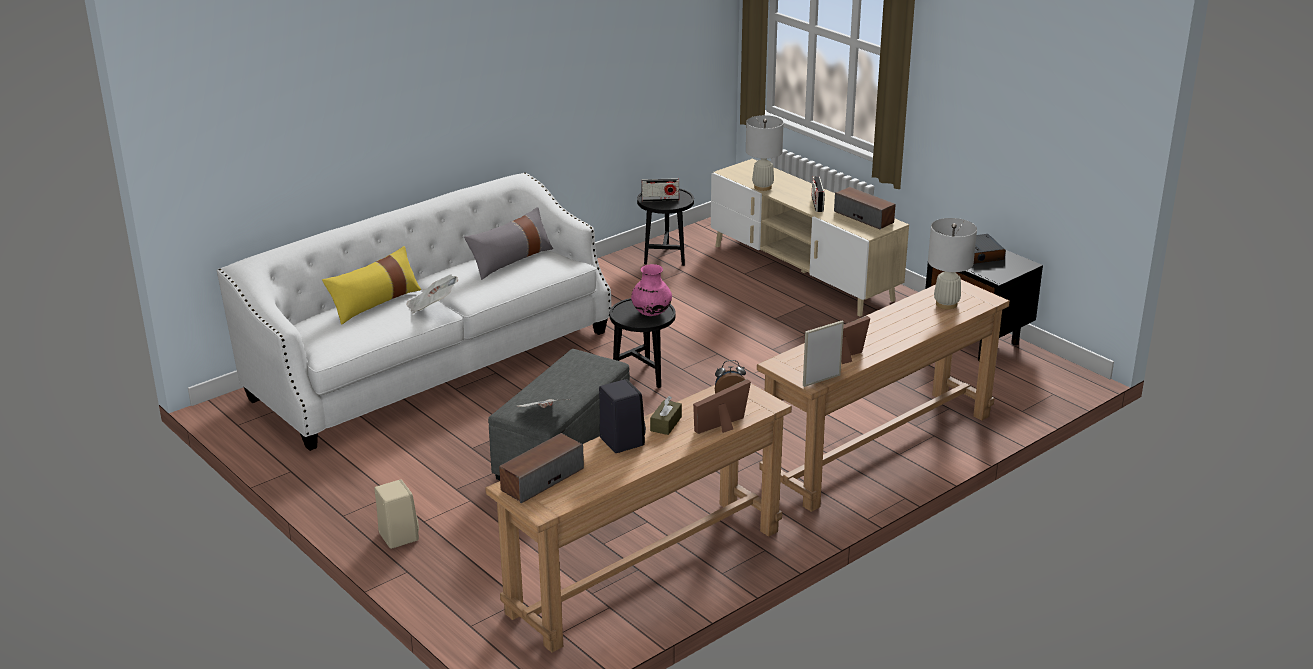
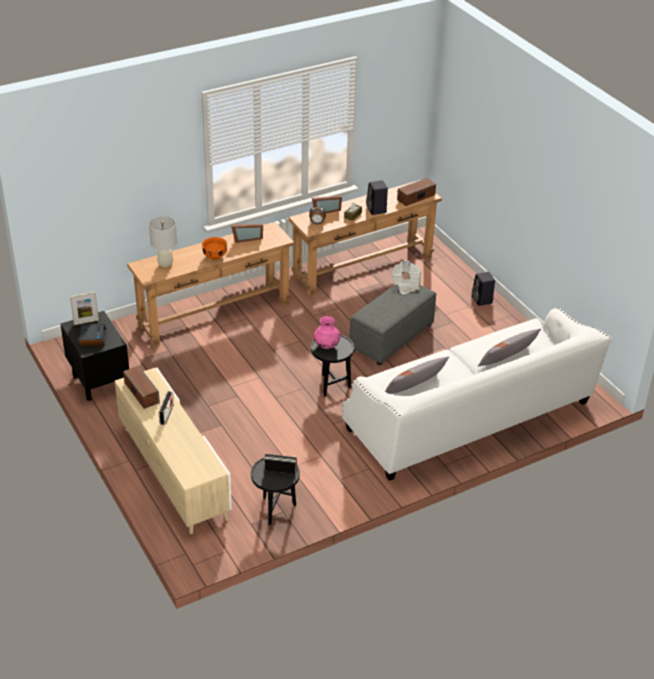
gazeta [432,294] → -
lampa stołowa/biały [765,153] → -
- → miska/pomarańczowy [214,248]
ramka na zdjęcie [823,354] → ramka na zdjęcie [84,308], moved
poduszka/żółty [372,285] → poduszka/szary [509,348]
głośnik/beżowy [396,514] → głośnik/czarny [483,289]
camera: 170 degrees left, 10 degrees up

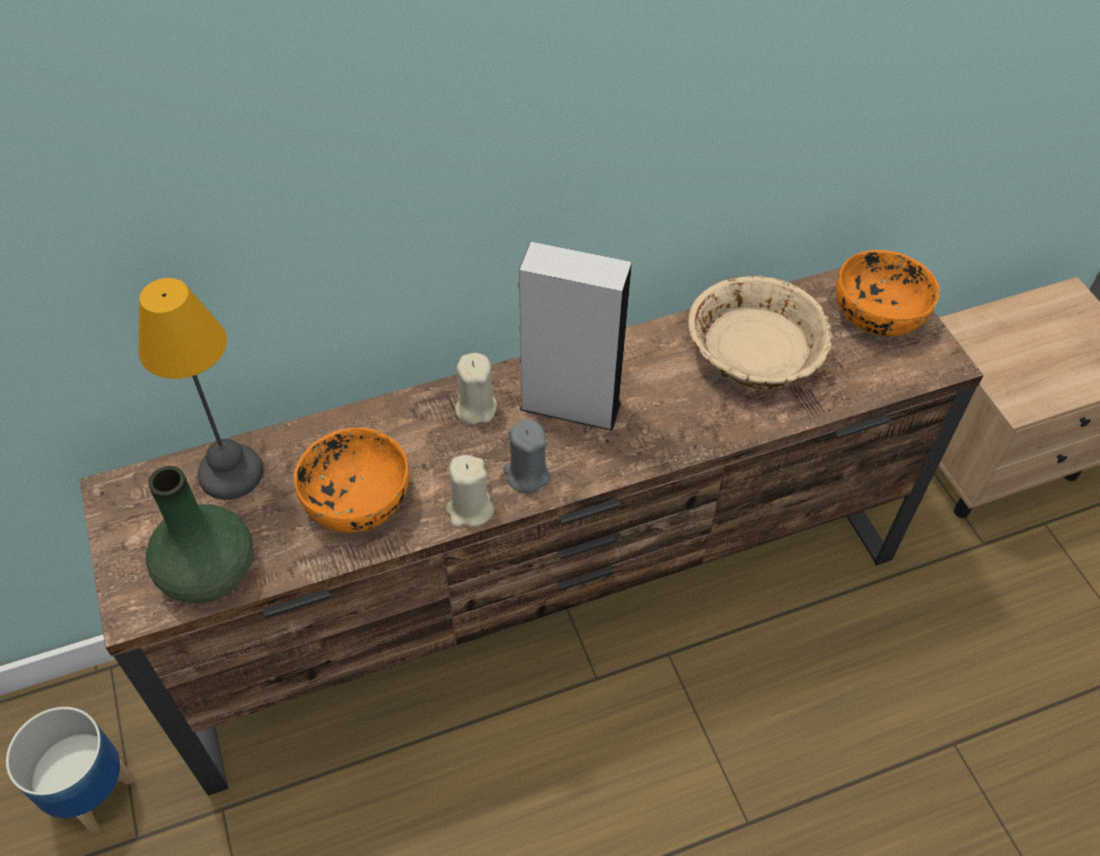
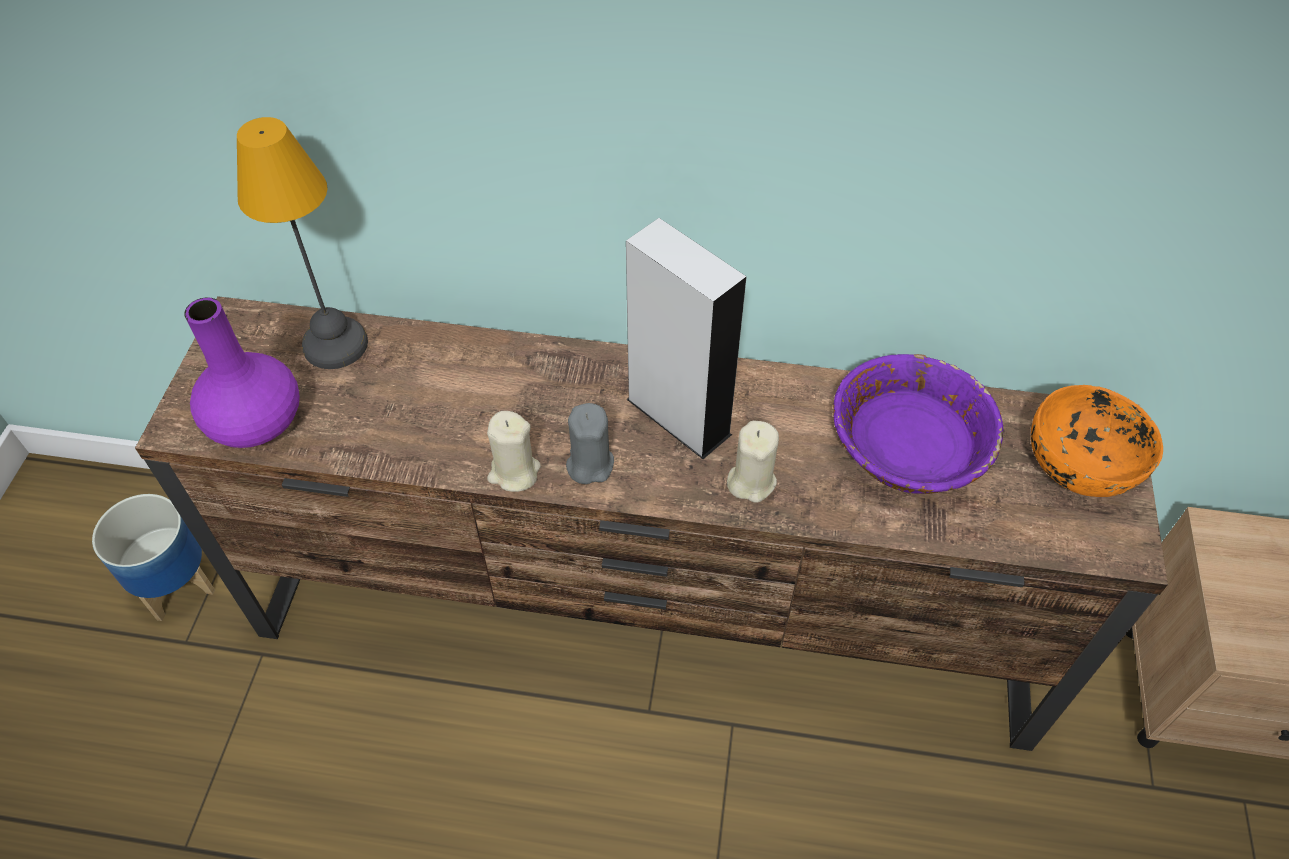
miska/pomarańczowy [352,480] → -
świeca/beżowy [476,389] → świeca/beżowy [753,461], moved
wazon/zielony [199,534] → wazon/fioletowy [242,372]
miska/beżowy [760,332] → miska/fioletowy [918,424]
camera: 30 degrees right, 0 degrees up

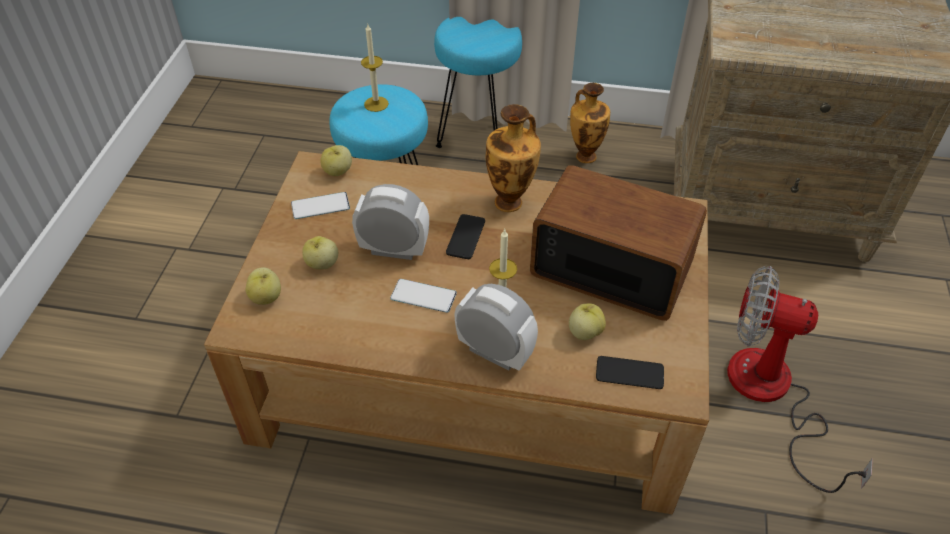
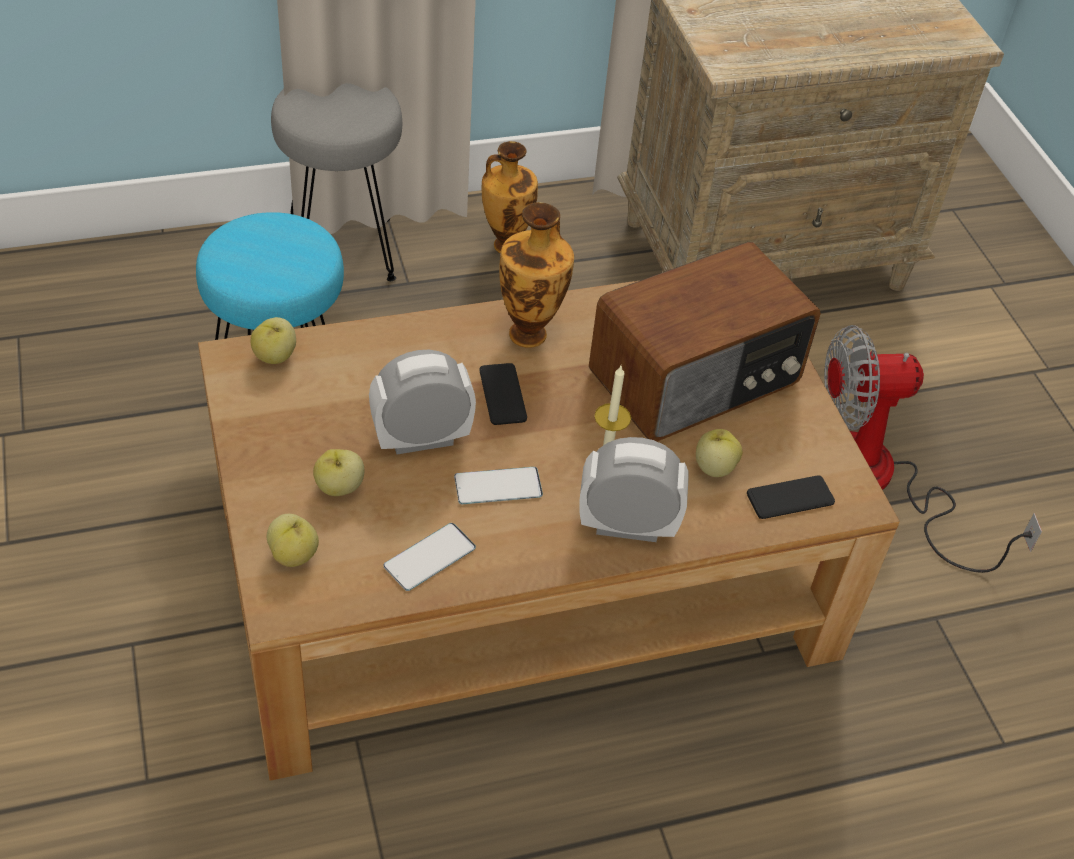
świeca [375,68] → -
telefon [320,205] → telefon [429,557], moved
stołek/turkusowy [478,82] → stołek/szary [336,182]
radio [618,243] → radio [705,342], 150 degrees clockwise
camera: 30 degrees left, 0 degrees up

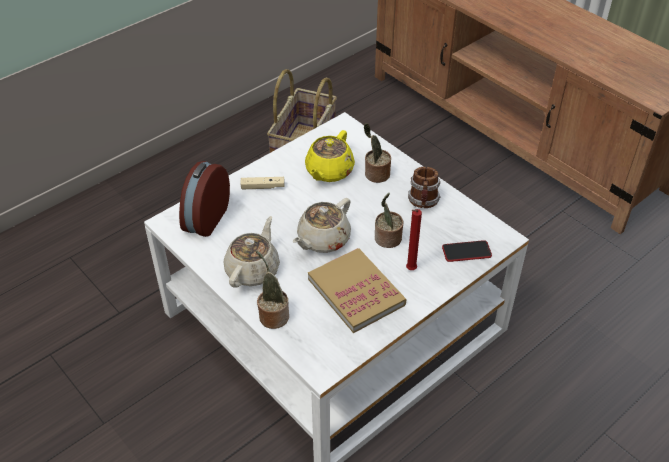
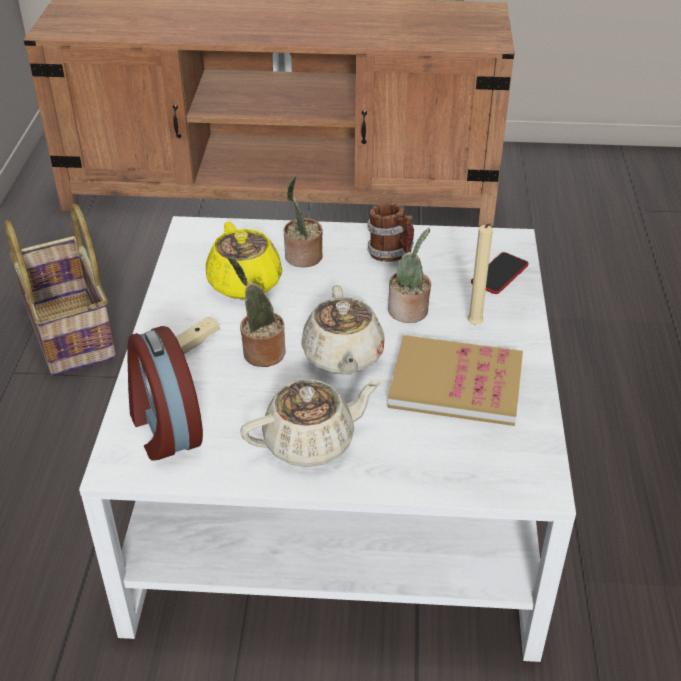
roślina doniczkowa [272,289] → roślina doniczkowa [257,312], moved
świeca/czerwony [414,239] → świeca/beżowy [480,274]
imbryk/beżowy [252,252] → imbryk/beżowy [310,423], 90 degrees clockwise
camera: 45 degrees left, 5 degrees down

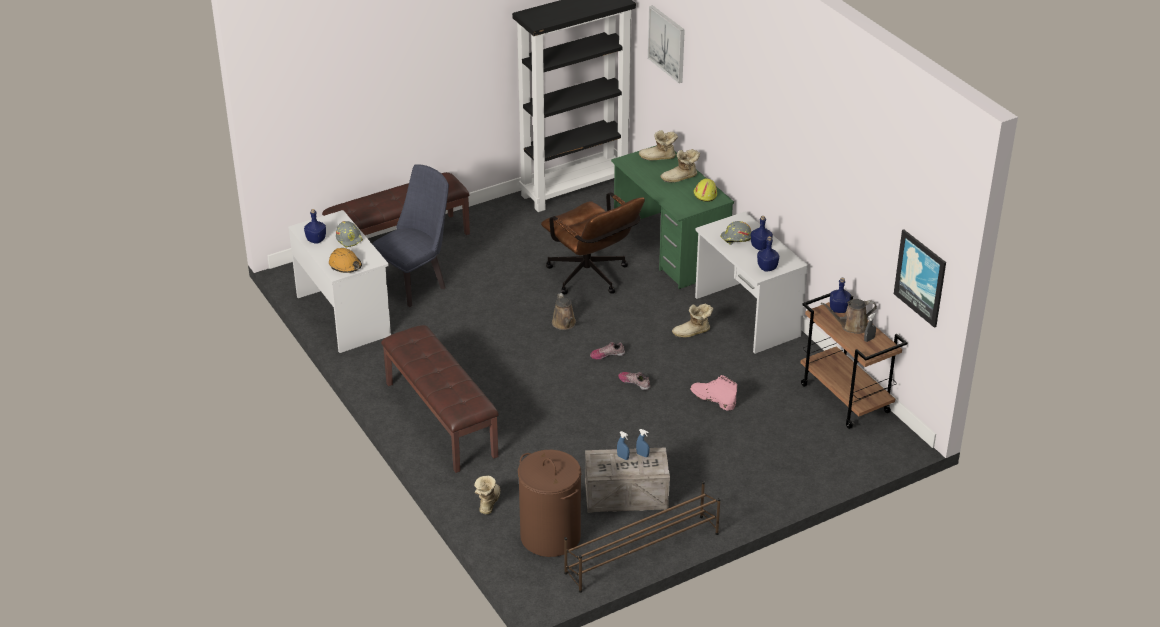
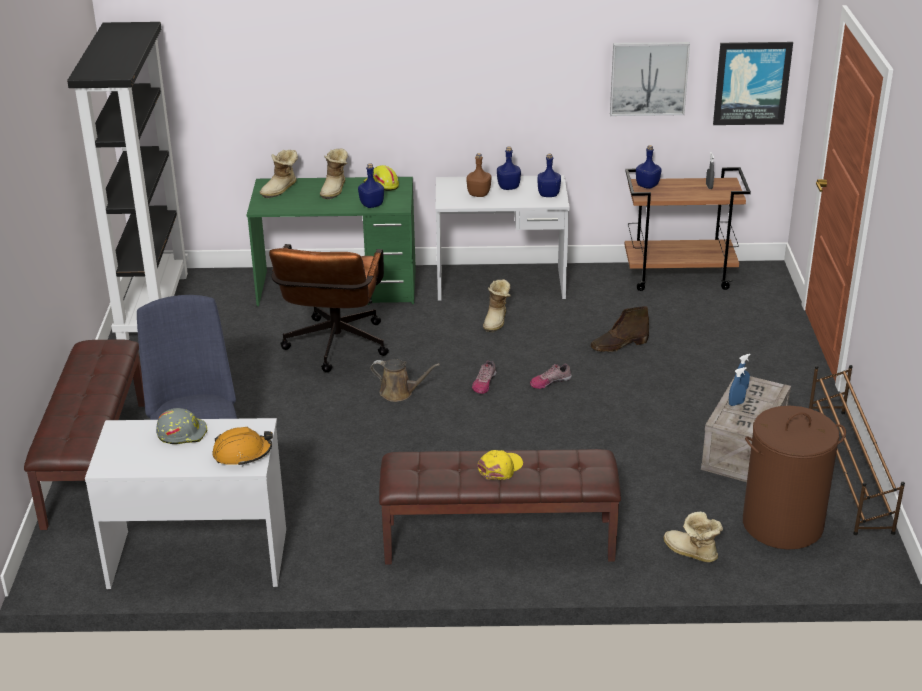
konewka/brązowy [849,316] → -
- → czapka z daszkiem/żółty [500,465]
butelka/niebieski [315,226] → butelka/niebieski [371,186], moved
obraz [666,44] → obraz [650,79], moved
kask/szary [736,233] → butelka/brązowy [478,175]
but z cholewką/różowy [713,392] → but z cholewką/brązowy [620,329]
krzesło biurowe/brązowy [593,243] → krzesło biurowe/brązowy [329,308], 105 degrees clockwise
camera: 60 degrees left, 5 degrees down

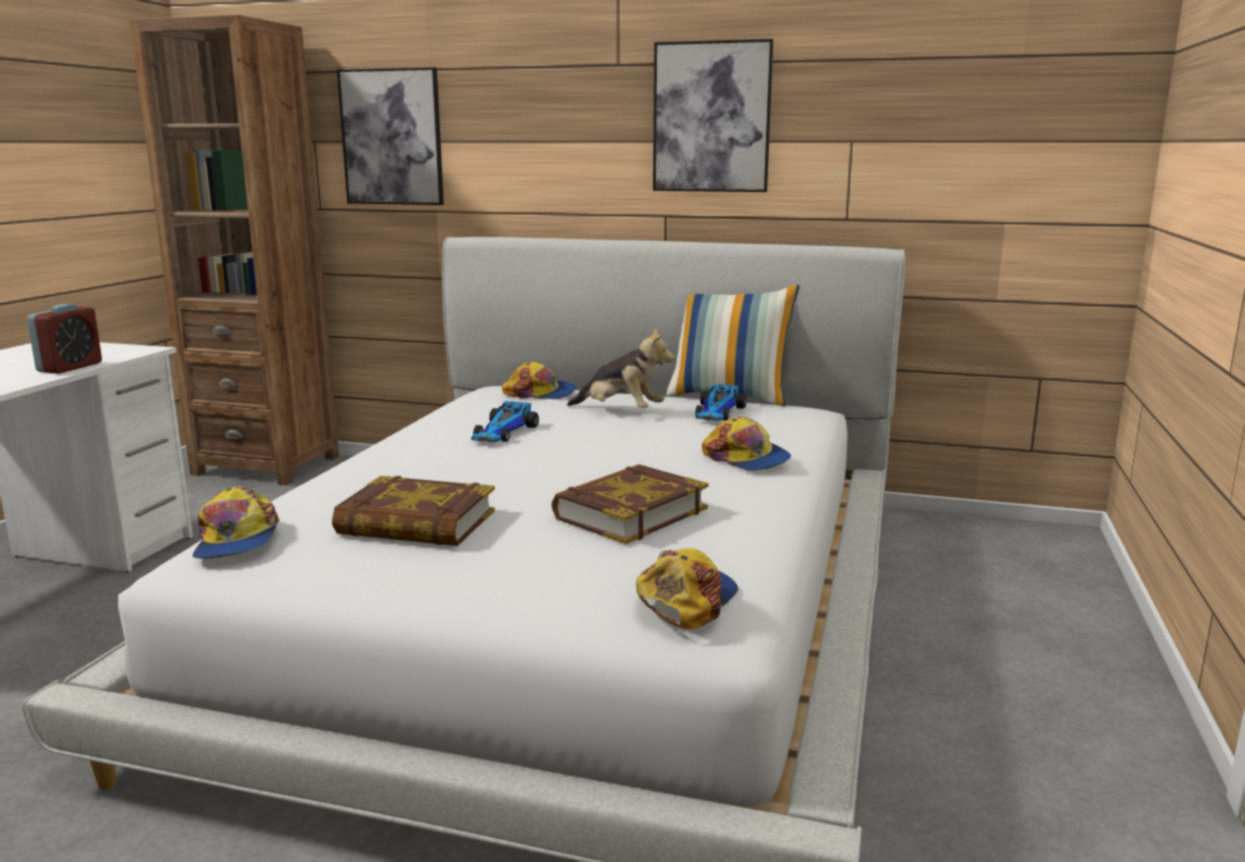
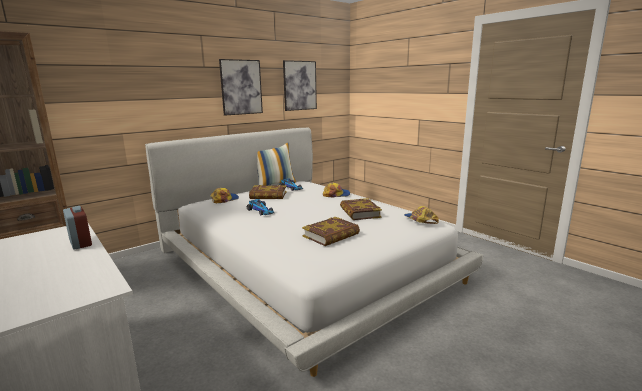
czapka z daszkiem [236,522] → -
obraz [390,136] → obraz [300,85], moved
pluszak [620,368] → książka [268,192]
camera: 55 degrees left, 0 degrees up

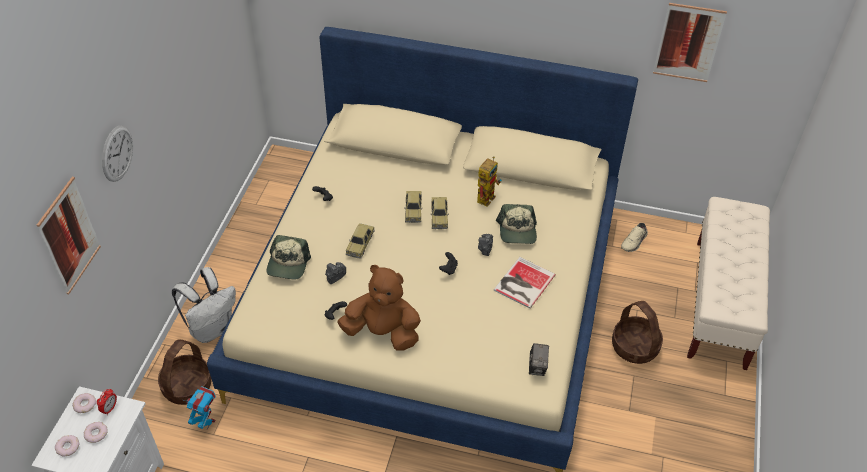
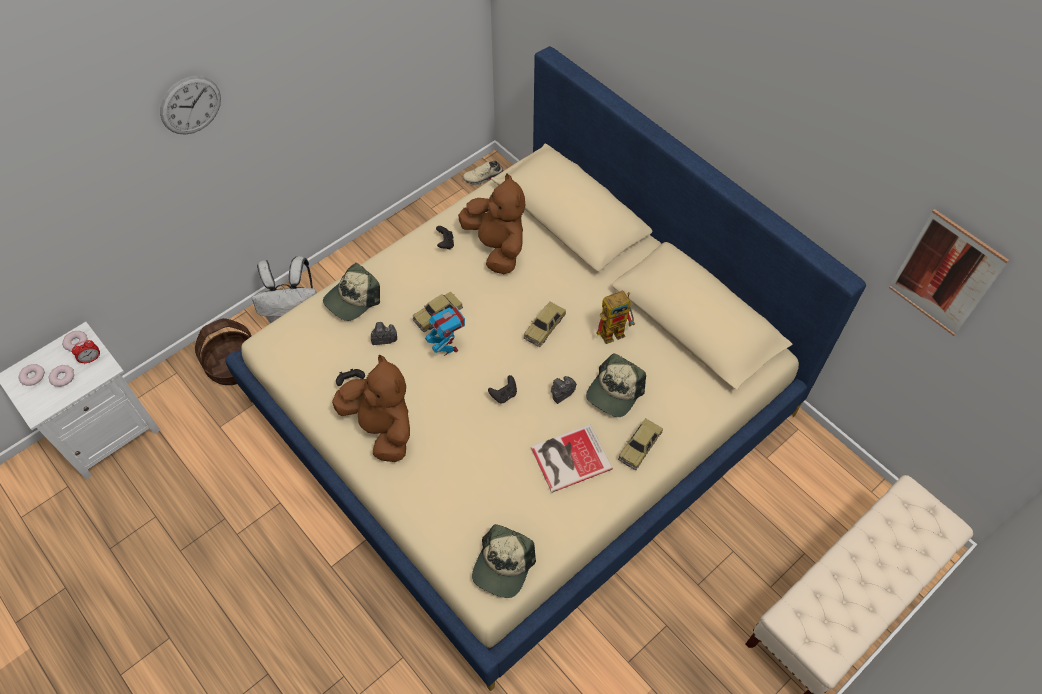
obraz [69,235] → -
koszyk [637,332] → -
- → pluszak/brązowy [491,224]
robot zabawkowy [200,407] → robot zabawkowy [445,331], moved
samochodzik [413,207] → samochodzik [640,444], moved
but/beżowy [634,237] → but/beżowy [483,173], moved
aparat fotograficzny [539,359] → czapka z daszkiem [504,561]
camera: 35 degrees right, 10 degrees up

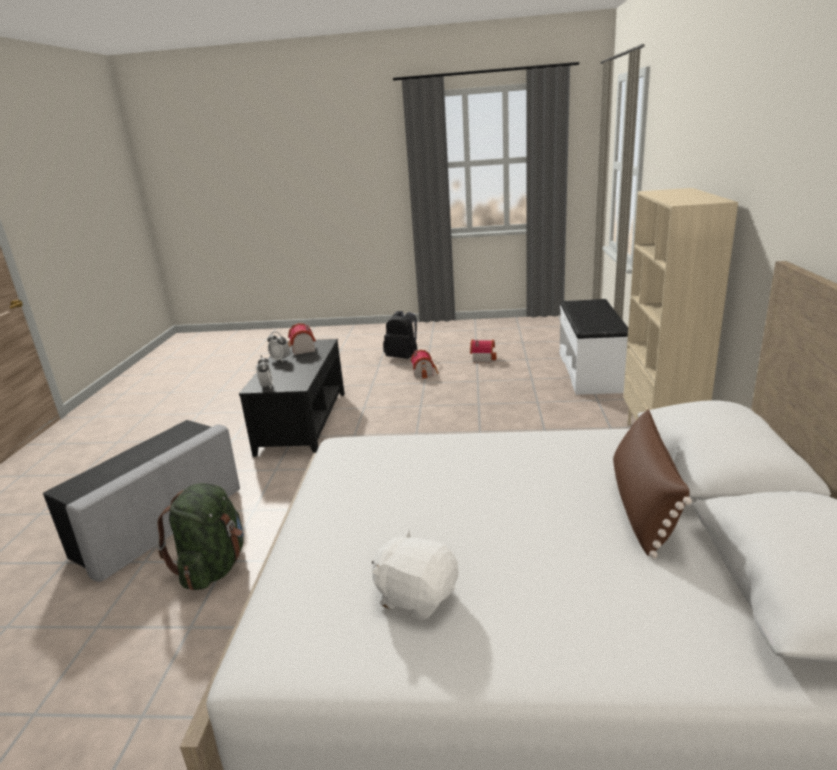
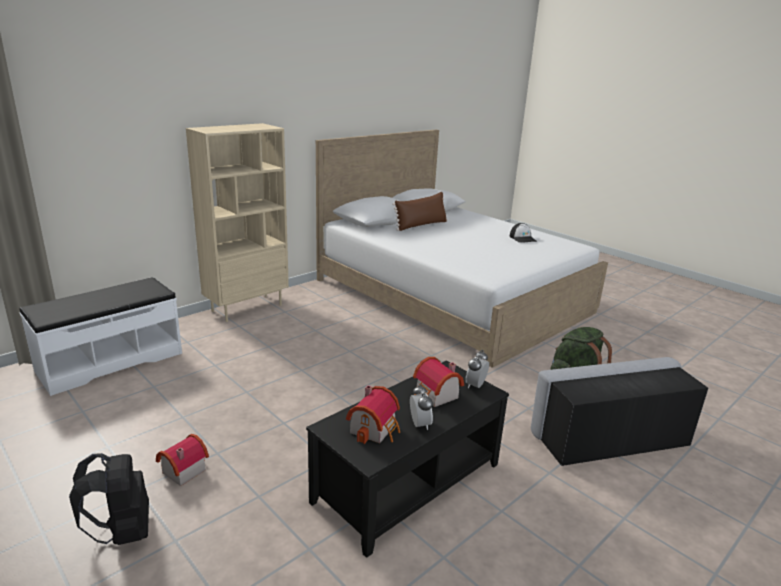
domek [483,351] → domek [438,382], moved
pluszak/biały [415,575] → czapka z daszkiem [523,233]
camera: 140 degrees left, 0 degrees up

